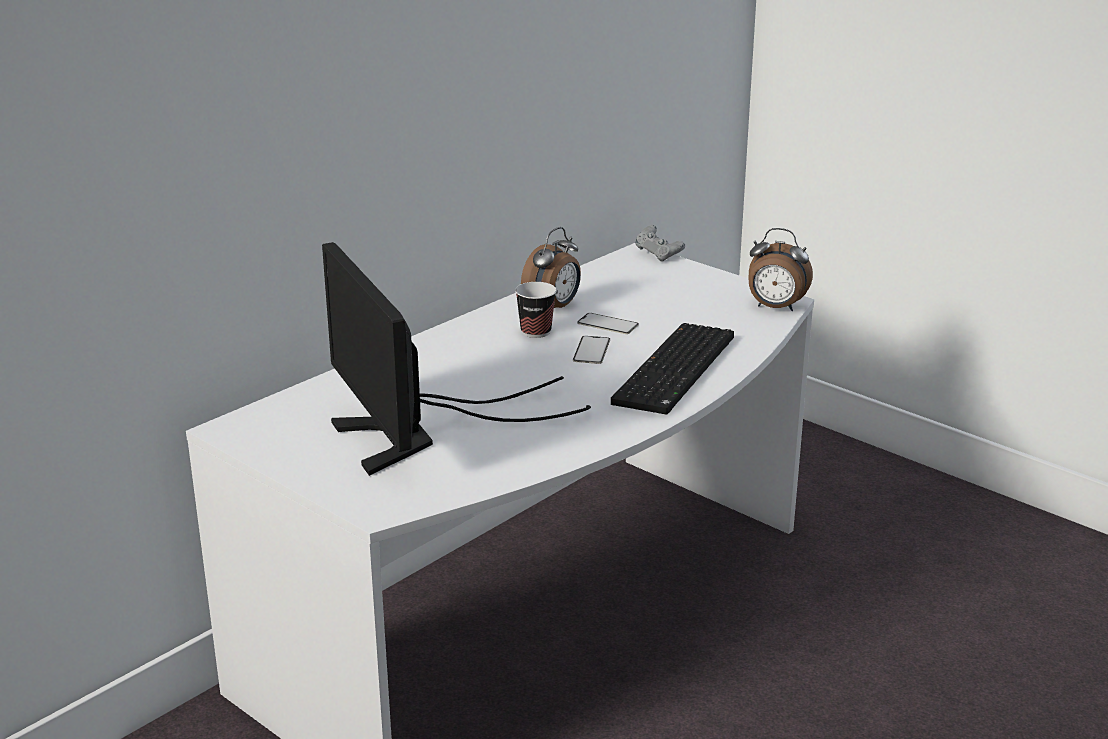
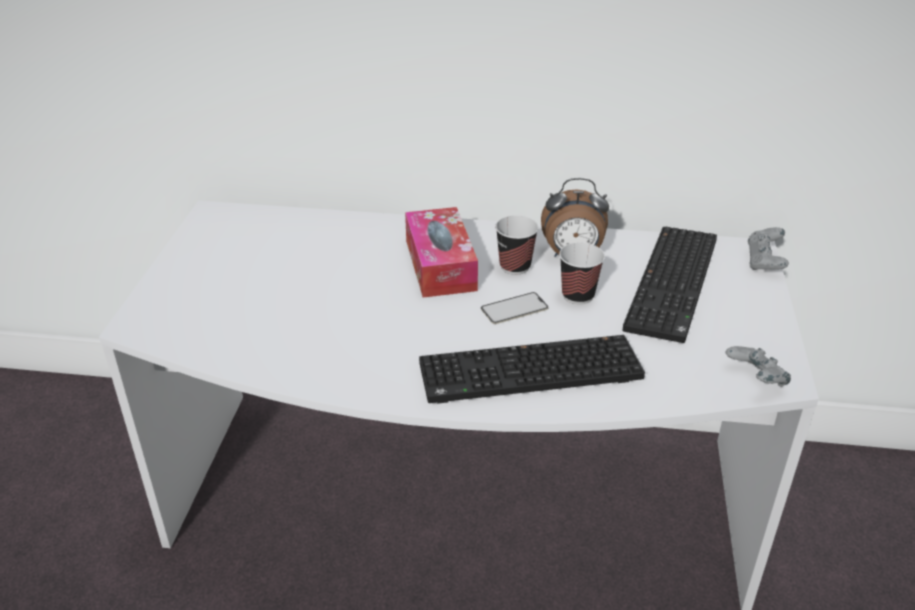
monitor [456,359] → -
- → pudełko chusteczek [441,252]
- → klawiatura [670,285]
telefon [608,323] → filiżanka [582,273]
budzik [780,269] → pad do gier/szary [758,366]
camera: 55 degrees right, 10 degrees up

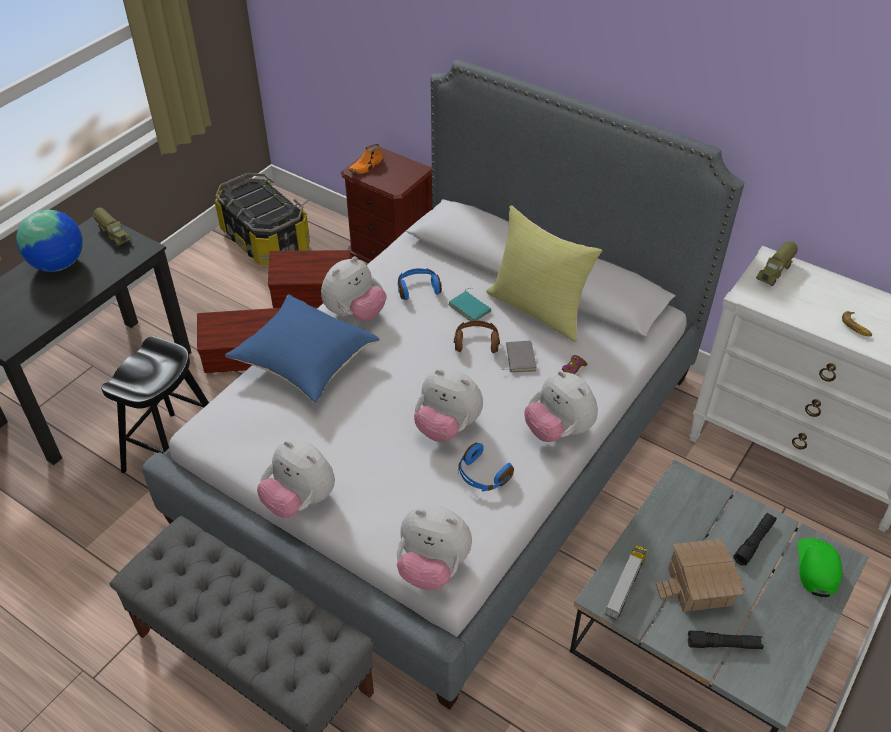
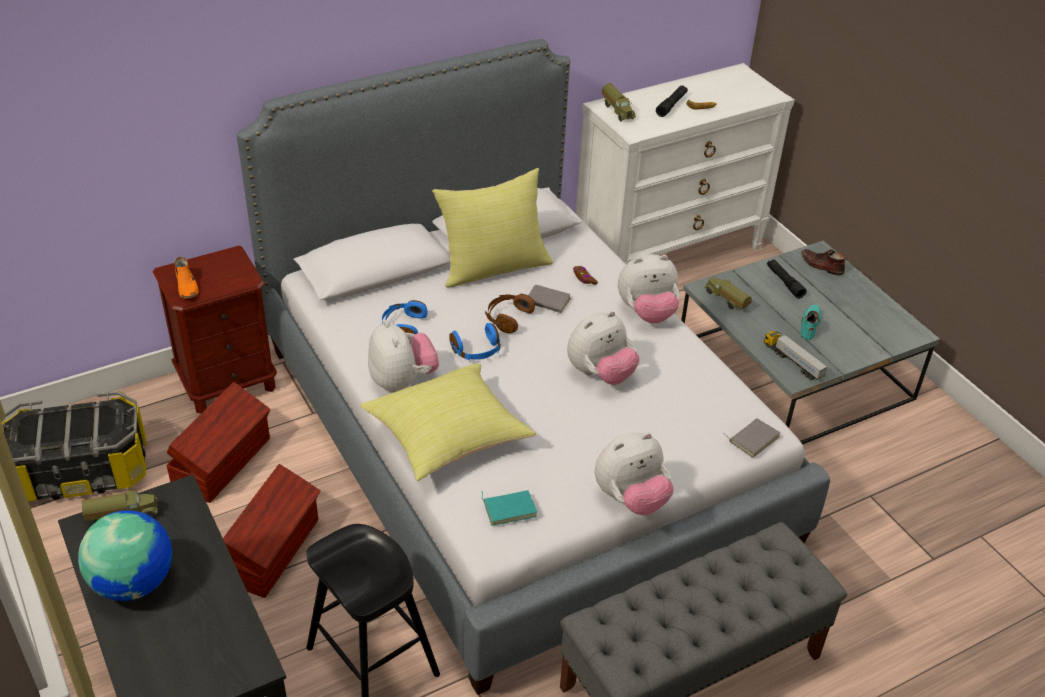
- → ciężarówka zabawkowa [728,293]
książka/turkusowy [469,304] → książka/turkusowy [509,507], moved
słuchawki/niebieski [486,467] → słuchawki/niebieski [475,341], moved
latarka/czarny [726,639] → latarka/czarny [672,101], moved
pluszak [434,547] → książka/szary [751,438]
domek [700,575] → but/turkusowy [811,322]
czapka z daszkiem/zielony [820,567] → but/brązowy [823,262]
poduszka/niebieski [302,348] → poduszka/żółty [448,422]
camera: 65 degrees left, 5 degrees down

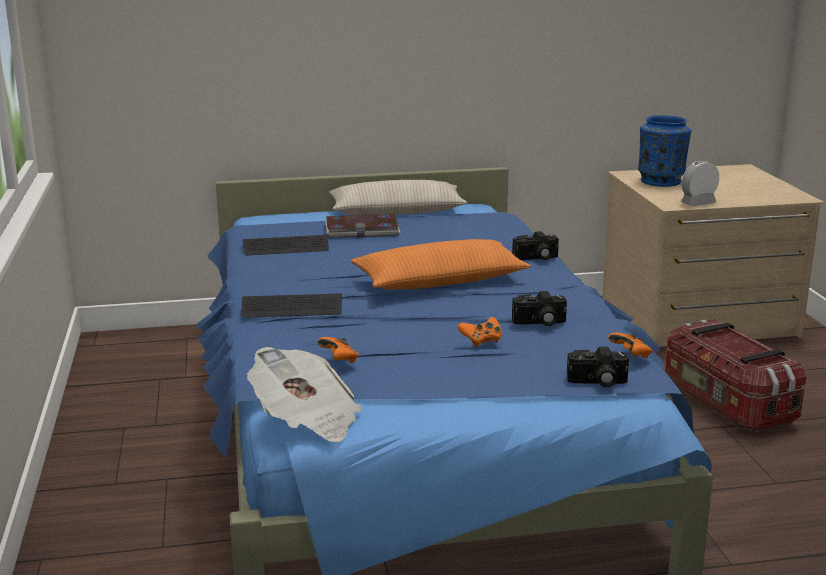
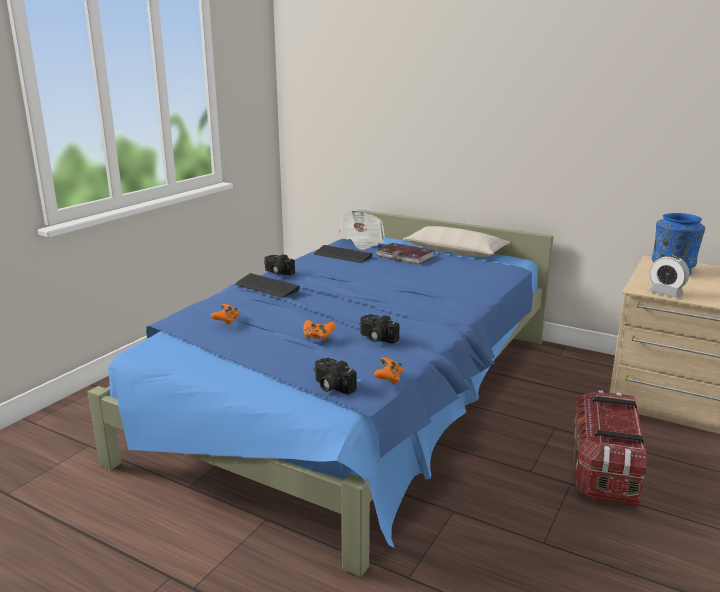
poduszka/pomarańczowy [441,264] → -
gazeta [304,394] → gazeta [362,230], moved
aparat fotograficzny [535,245] → aparat fotograficzny [279,264], moved
budzik [700,183] → budzik [669,276], 150 degrees counterclockwise
camera: 40 degrees right, 0 degrees up

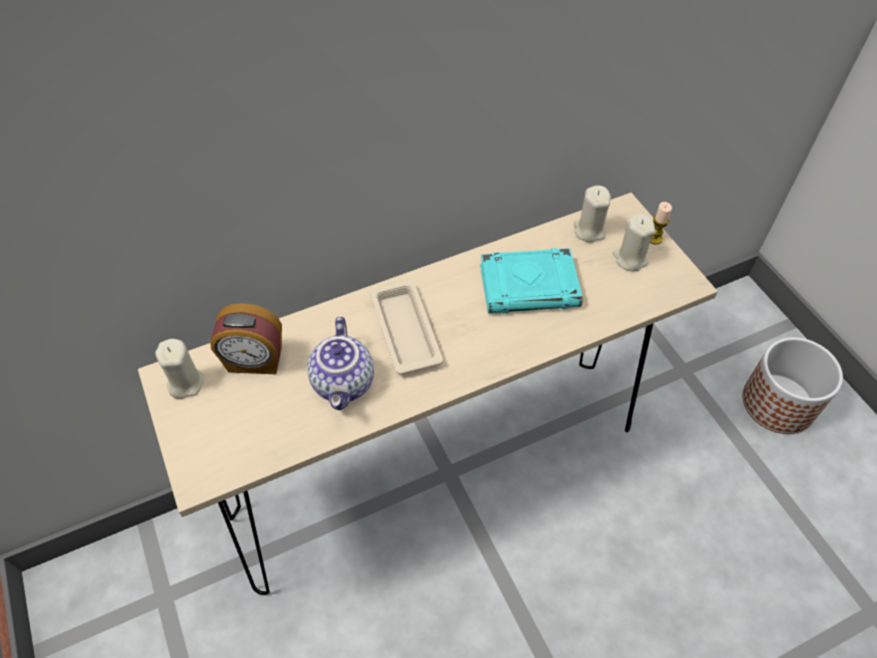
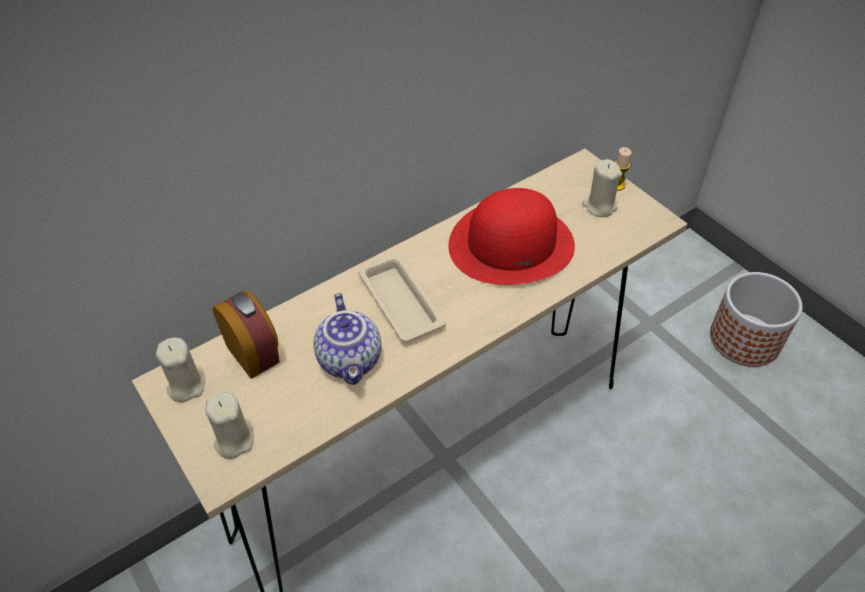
świeca/beżowy [592,213] → świeca/beżowy [229,425], moved
książka/turkusowy [531,281] → kapelusz/czerwony [511,236]
budzik [246,338] → budzik [246,334], 120 degrees counterclockwise
camera: 10 degrees left, 5 degrees down

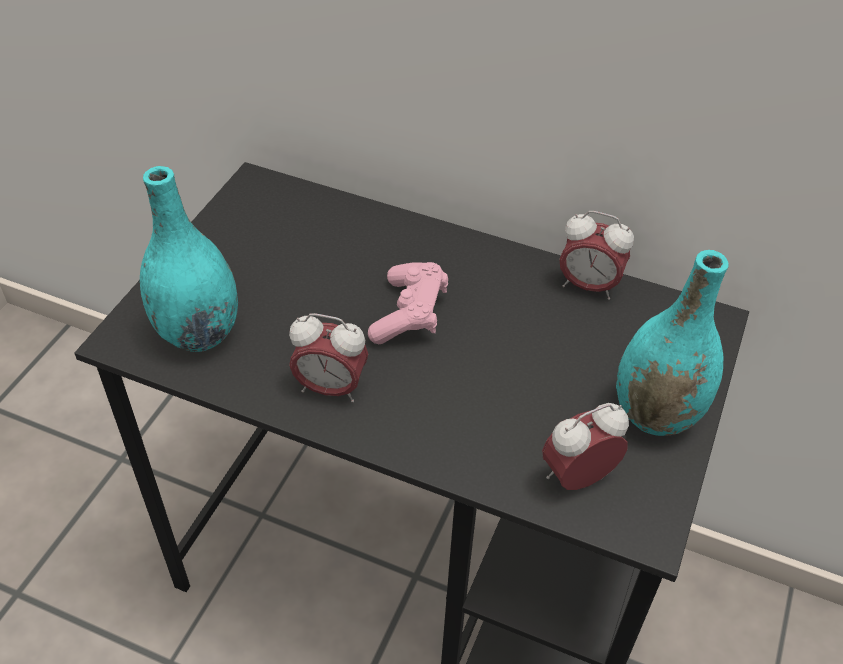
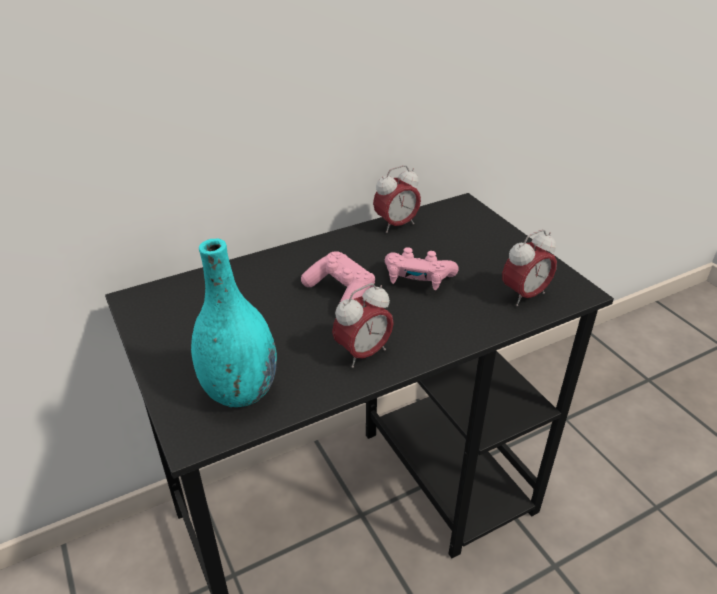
wazon/turkusowy [672,343] → -
- → pad do gier/różowy [422,268]
budzik [585,446] → budzik [529,268], 135 degrees counterclockwise
camera: 50 degrees left, 10 degrees down

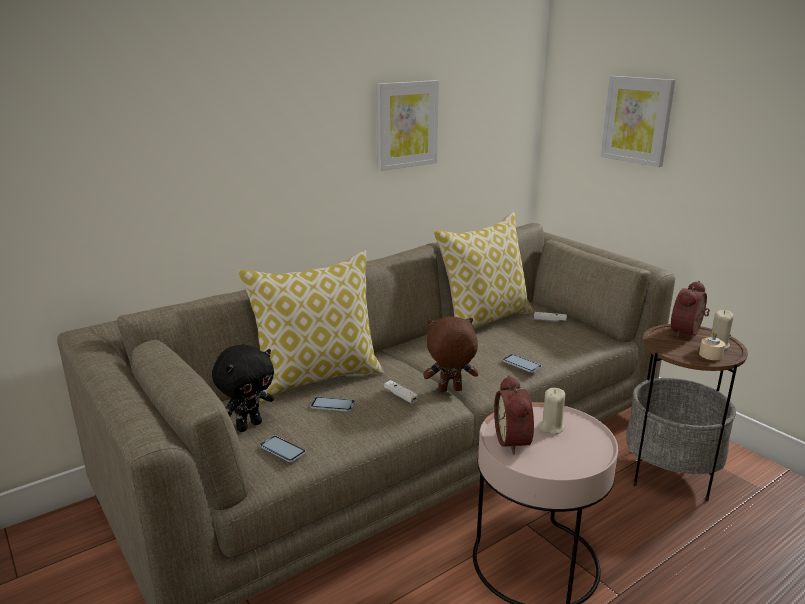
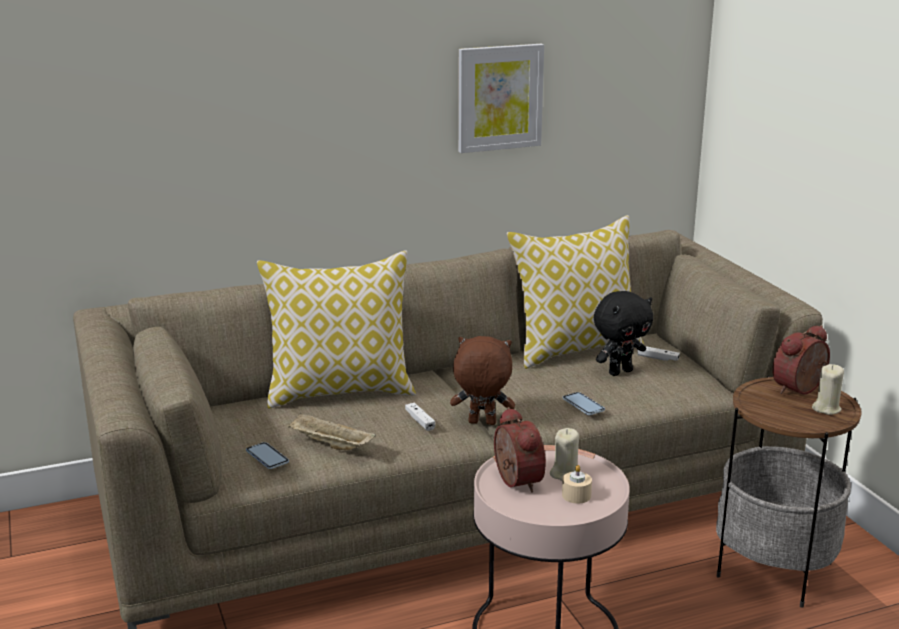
telefon [333,404] → -
obraz [638,121] → -
- → taca/beżowy [331,431]
pluszak/czarny [243,388] → pluszak/czarny [623,333], moved
świeca/beżowy [712,346] → świeca/beżowy [577,484], moved
budzik [514,414] → budzik [520,450], 150 degrees clockwise
camera: 15 degrees right, 0 degrees up

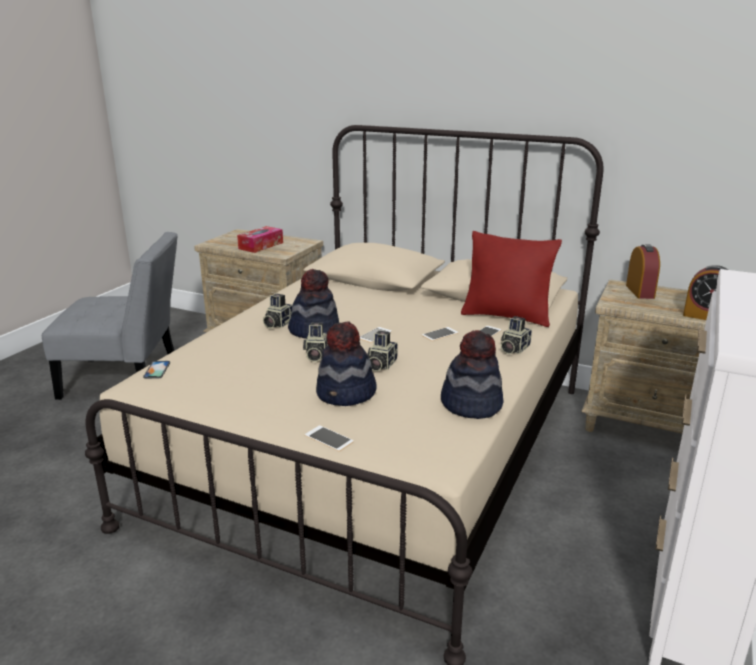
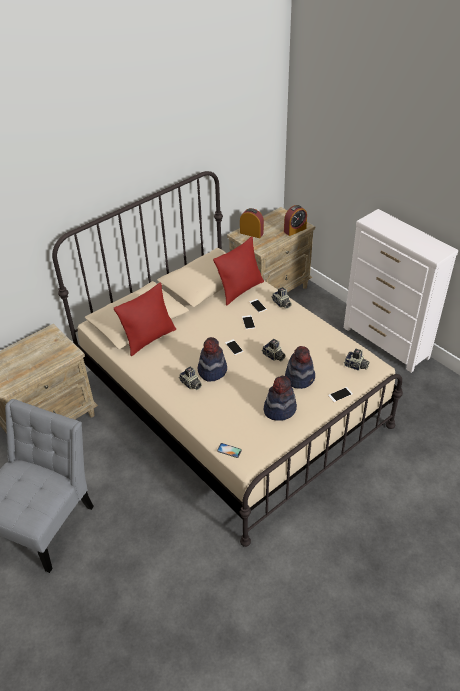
pudełko chusteczek [260,239] → -
- → poduszka/czerwony [145,319]
aparat fotograficzny [315,342] → aparat fotograficzny [356,360], moved
kapelusz [472,374] → kapelusz [280,398], moved
camera: 65 degrees left, 20 degrees up

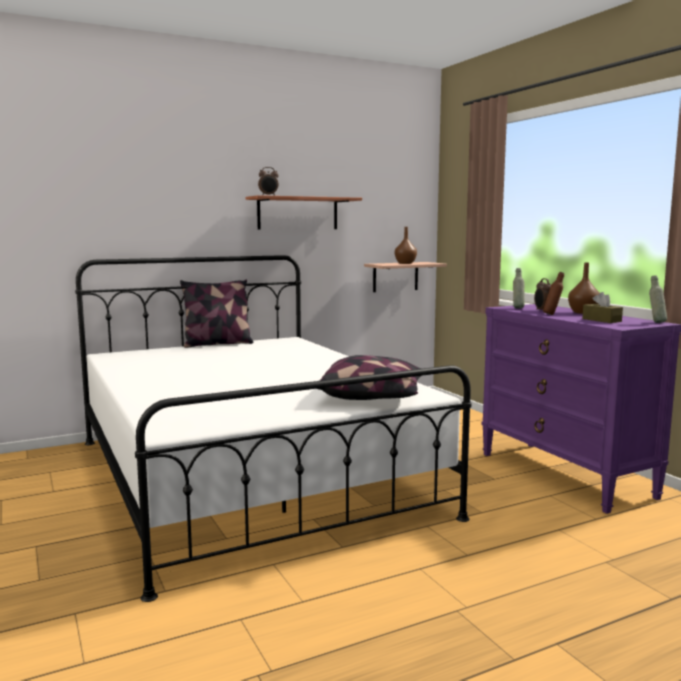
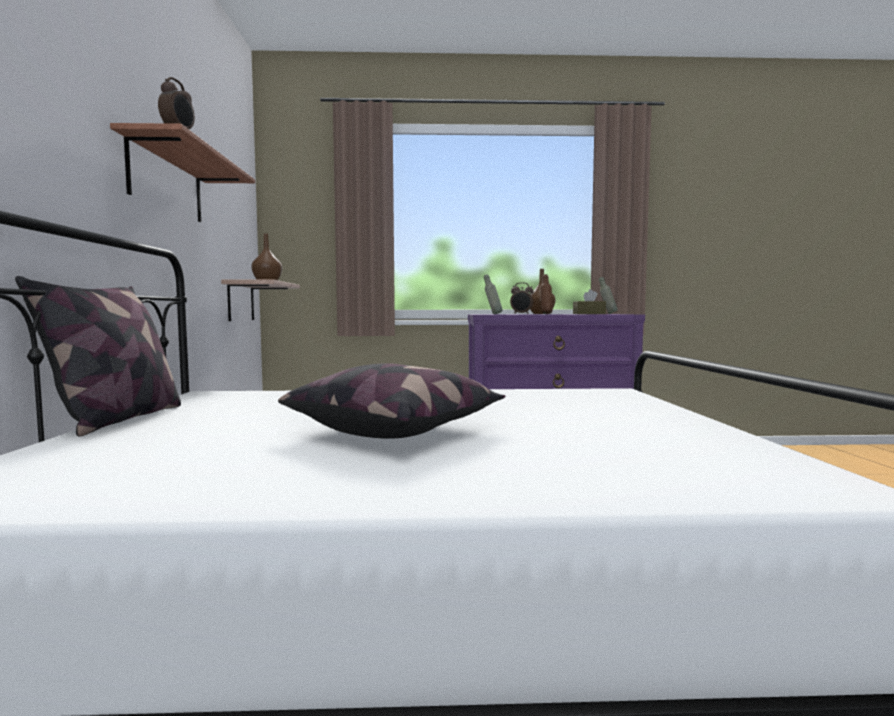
poduszka [369,377] → poduszka [391,401], moved
camera: 65 degrees left, 5 degrees down

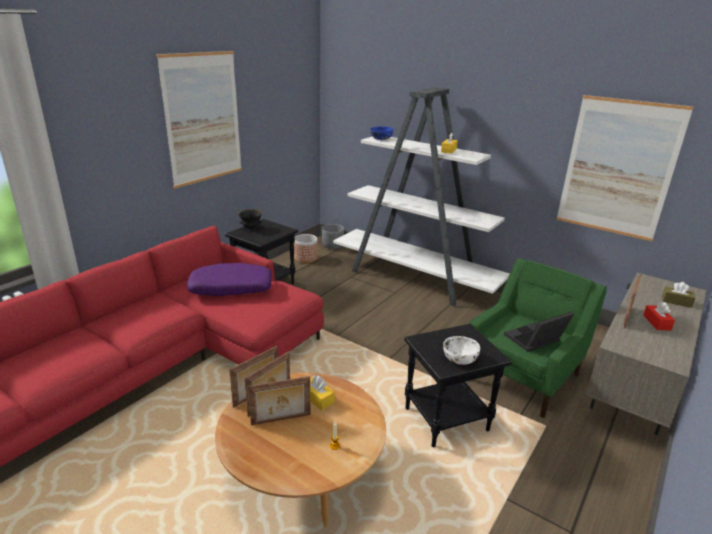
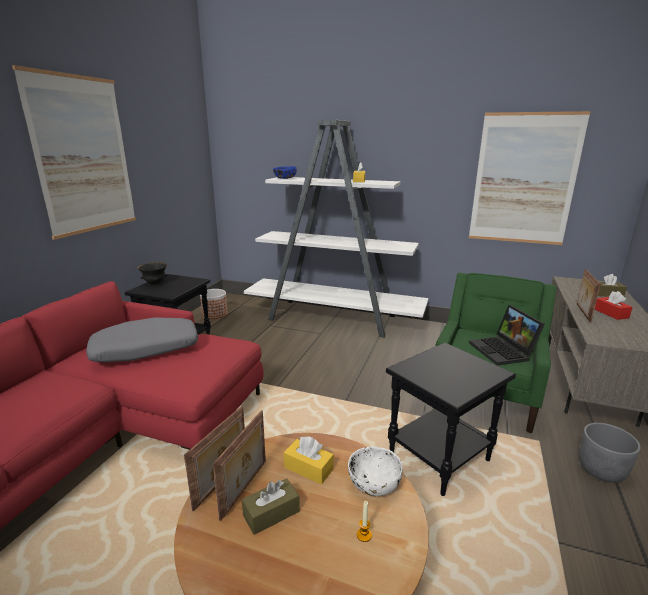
donica/szary [333,236] → donica/szary [610,453], moved
miska/biały [461,350] → miska/biały [375,471], moved
ramka na zdjęcie [279,400] → pudełko chusteczek/brązowy [271,506]
poduszka/fioletowy [229,279] → poduszka/szary [142,339]
laptop [539,332] → laptop [507,335], 60 degrees counterclockwise
camera: 15 degrees left, 5 degrees down

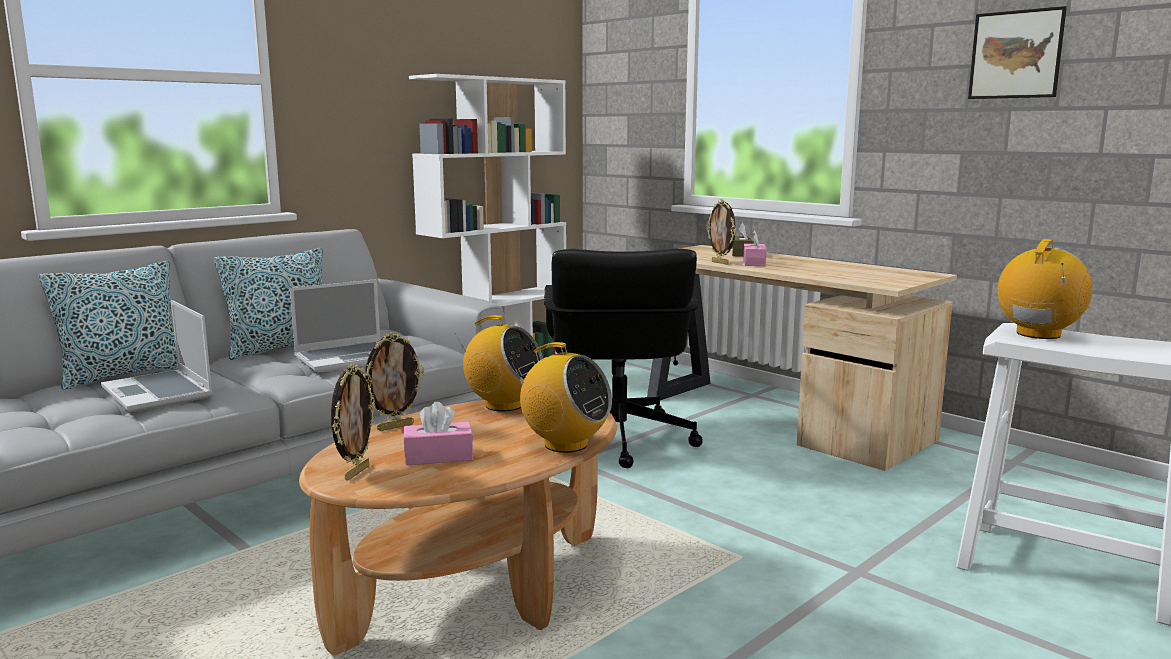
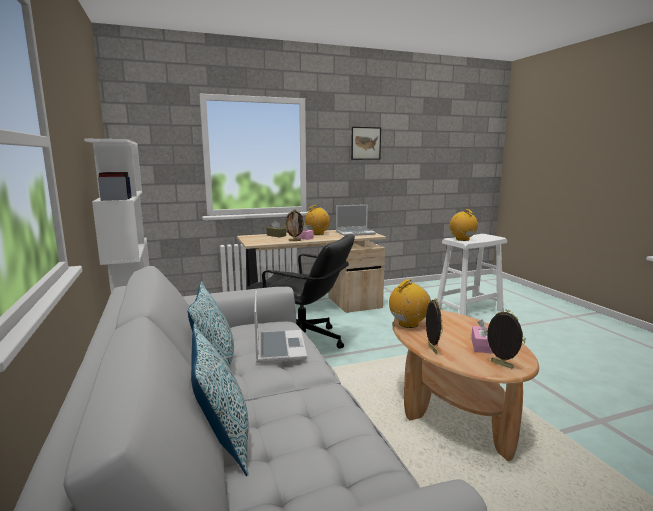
laptop [157,356] → laptop [356,220], moved
radio [561,397] → radio [318,220], moved
camera: 65 degrees left, 0 degrees up

